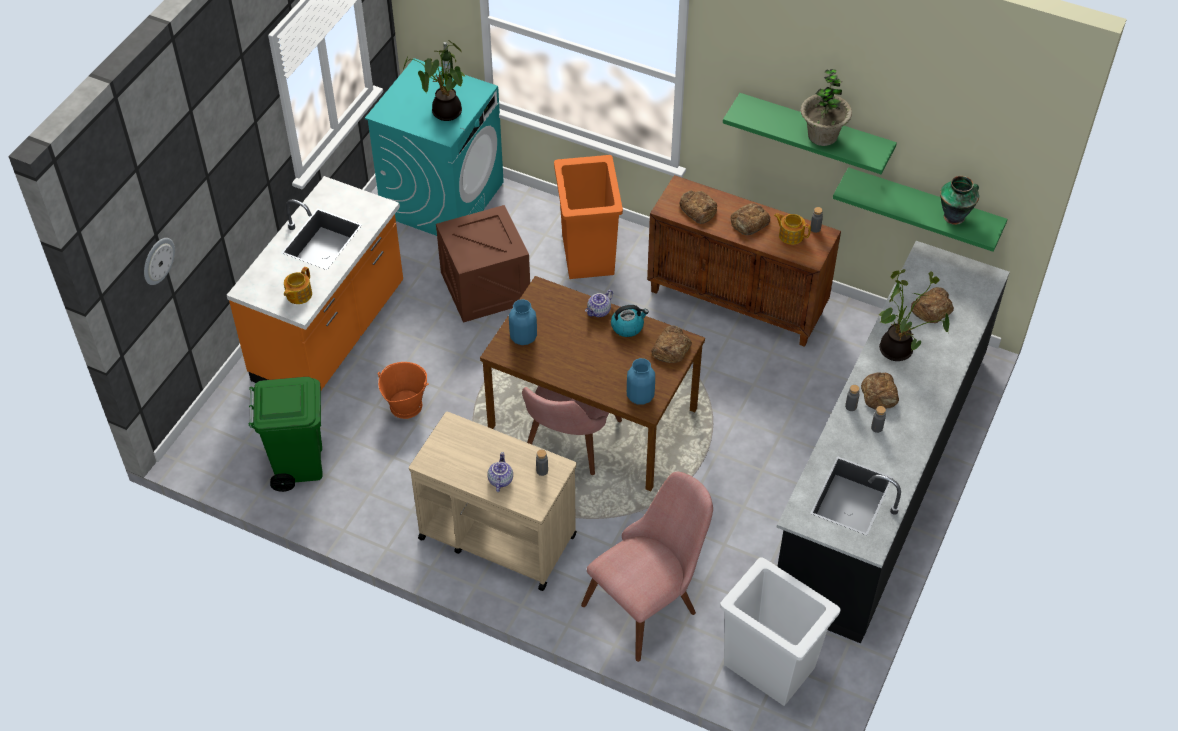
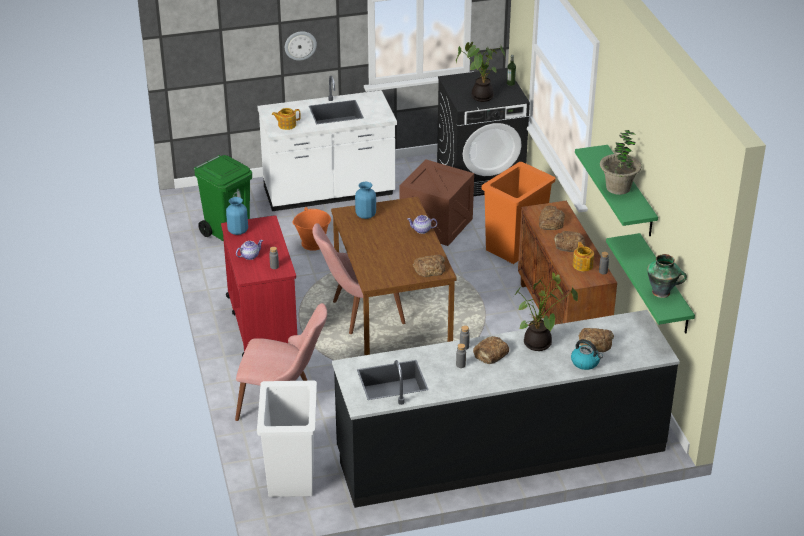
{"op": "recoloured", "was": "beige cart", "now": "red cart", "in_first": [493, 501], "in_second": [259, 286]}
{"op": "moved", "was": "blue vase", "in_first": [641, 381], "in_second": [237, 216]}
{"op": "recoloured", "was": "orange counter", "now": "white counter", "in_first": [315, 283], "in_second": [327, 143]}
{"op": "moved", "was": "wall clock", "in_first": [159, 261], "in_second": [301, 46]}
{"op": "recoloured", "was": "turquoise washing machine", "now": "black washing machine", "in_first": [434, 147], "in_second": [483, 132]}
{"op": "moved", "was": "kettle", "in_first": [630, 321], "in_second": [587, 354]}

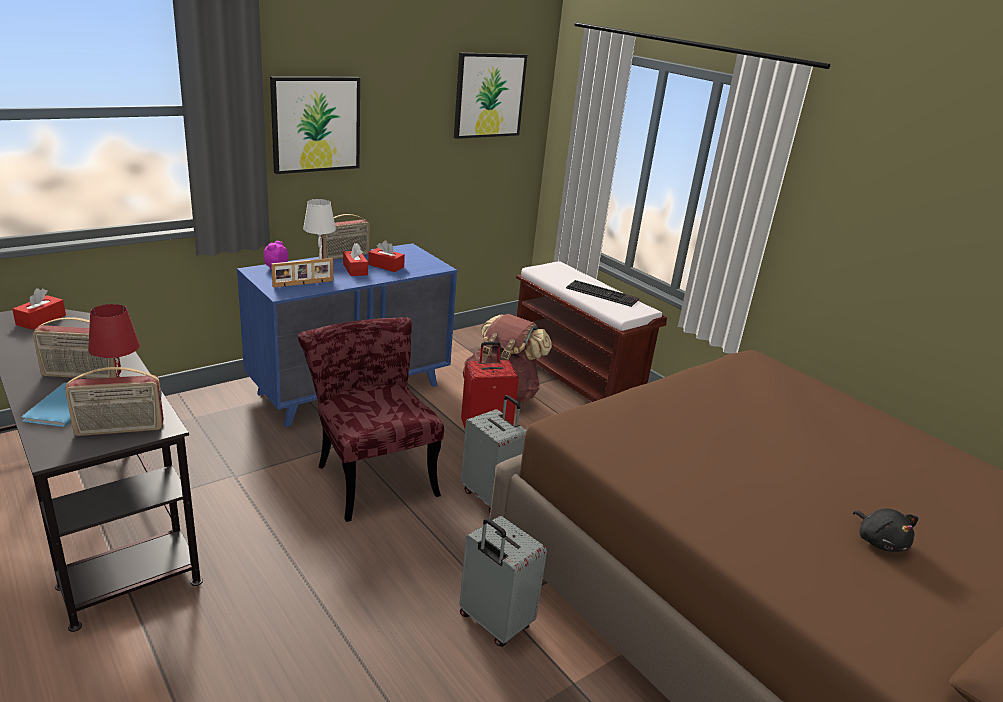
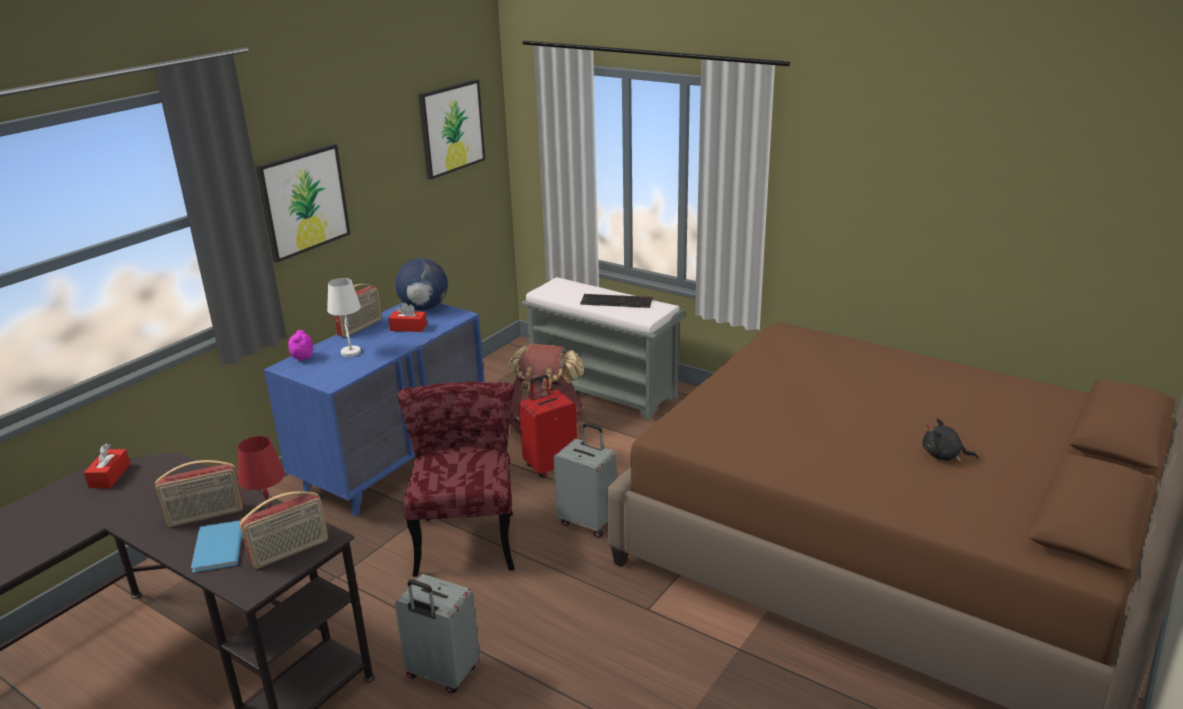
{"op": "added", "now": "globe", "in_second": [421, 284]}
{"op": "moved", "was": "grey suitcase", "in_first": [503, 581], "in_second": [437, 633]}
{"op": "turned", "was": "red chair", "in_first": [371, 419], "in_second": [456, 479], "clockwise": 45}
{"op": "recoloured", "was": "brown bench", "now": "grey bench", "in_first": [591, 331], "in_second": [603, 348]}
{"op": "turned", "was": "black plush toy", "in_first": [885, 530], "in_second": [950, 439], "clockwise": 150}
{"op": "removed", "was": "picture frame", "in_first": [302, 272]}
{"op": "removed", "was": "red tissue box", "in_first": [355, 260]}

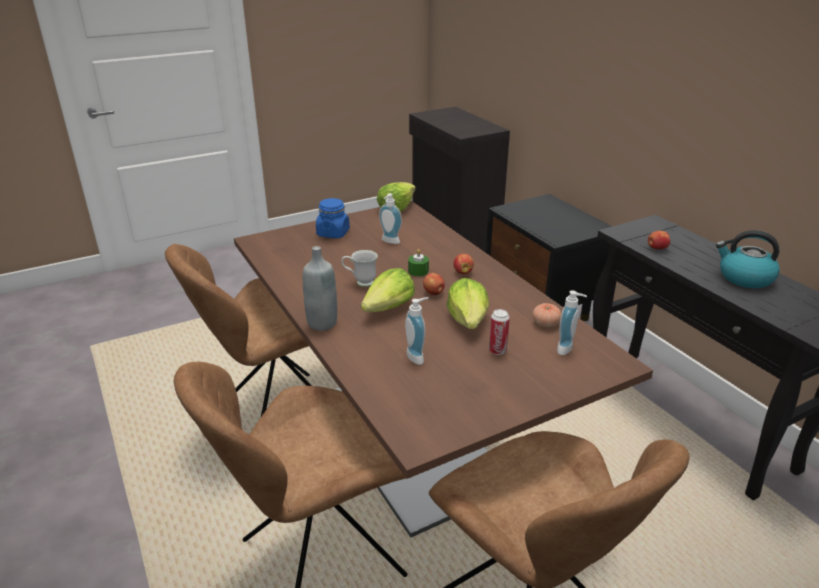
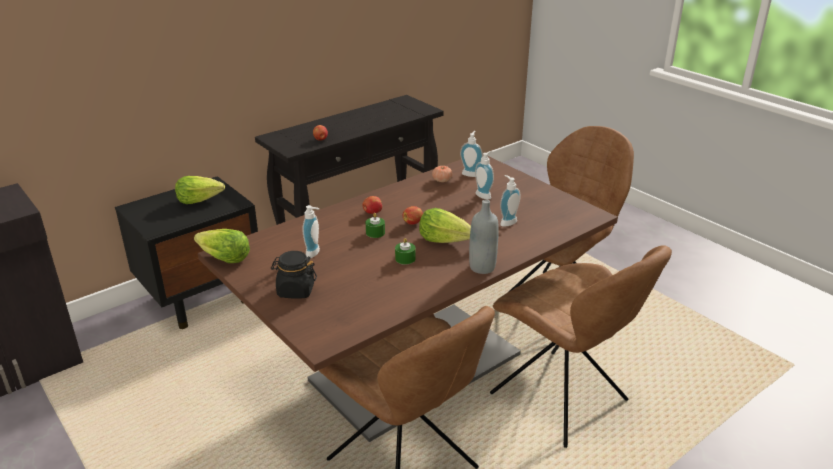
{"op": "moved", "was": "lettuce", "in_first": [468, 303], "in_second": [200, 190]}
{"op": "recoloured", "was": "blue jar", "now": "black jar", "in_first": [333, 218], "in_second": [294, 275]}
{"op": "replaced", "was": "white mug", "now": "green candle", "in_first": [359, 268], "in_second": [405, 251]}
{"op": "replaced", "was": "can", "now": "soap dispenser", "in_first": [499, 332], "in_second": [484, 175]}
{"op": "removed", "was": "kettle", "in_first": [748, 259]}

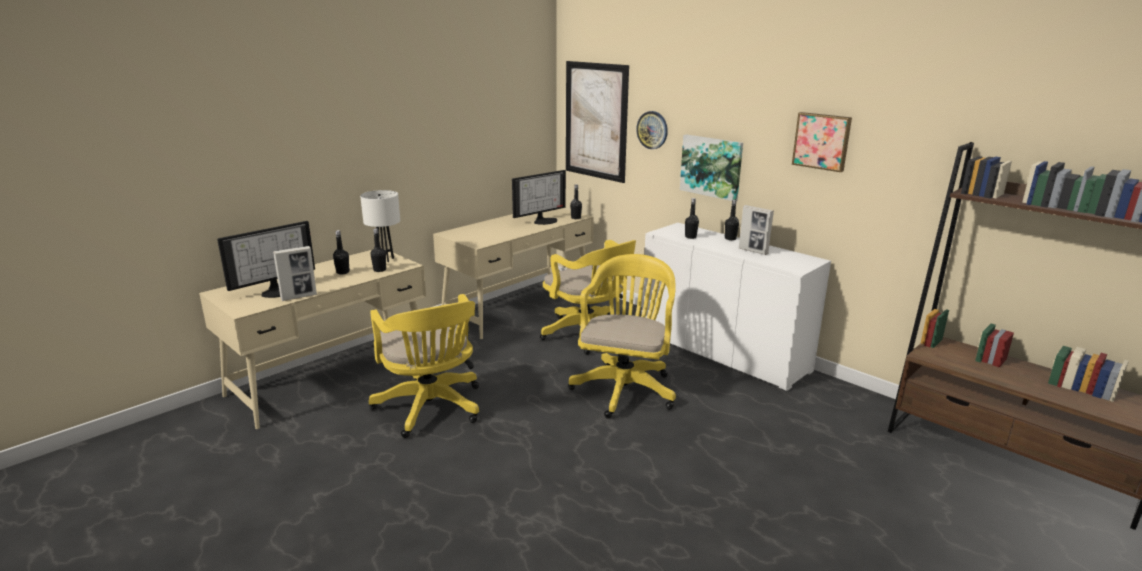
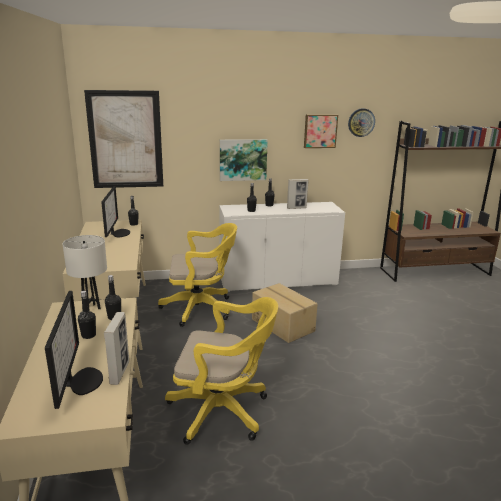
{"op": "replaced", "was": "yellow office chair", "now": "cardboard box", "in_first": [622, 336], "in_second": [285, 313]}
{"op": "moved", "was": "wall clock", "in_first": [652, 130], "in_second": [361, 122]}

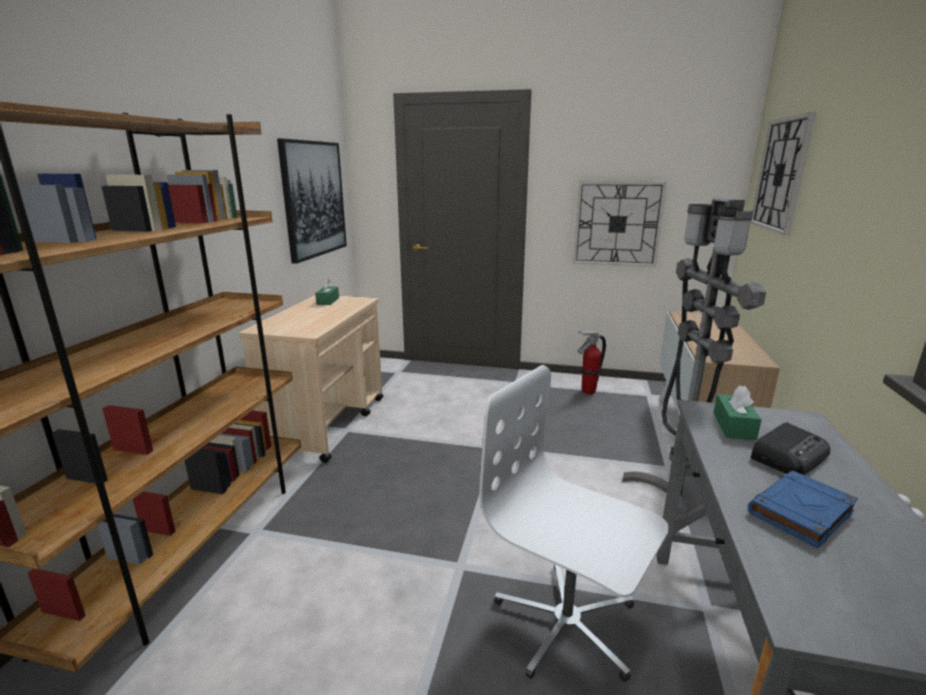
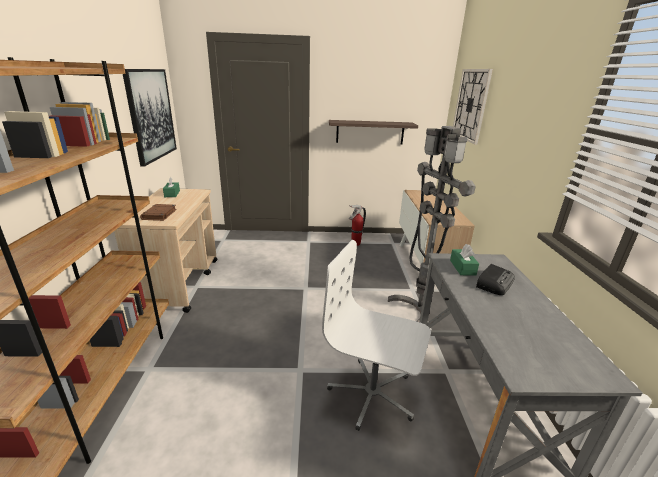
{"op": "added", "now": "brown book", "in_second": [158, 212]}
{"op": "replaced", "was": "wall clock", "now": "shelf", "in_first": [620, 224], "in_second": [373, 132]}
{"op": "removed", "was": "blue book", "in_first": [803, 509]}

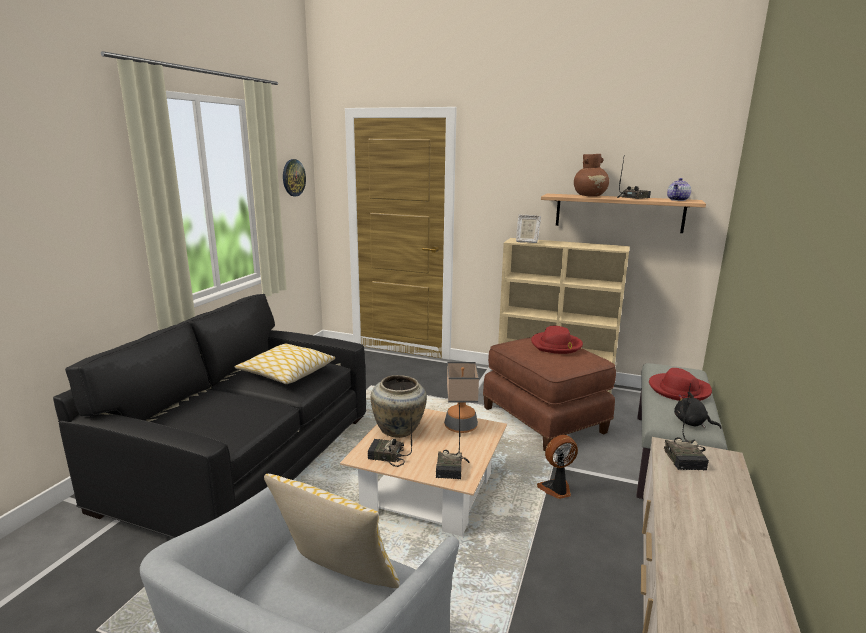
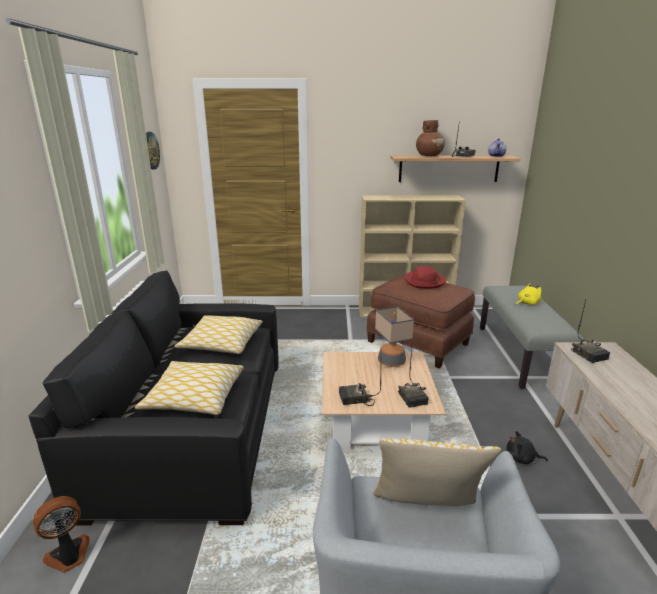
{"op": "moved", "was": "fan", "in_first": [557, 467], "in_second": [61, 534]}
{"op": "added", "now": "pillow", "in_second": [189, 388]}
{"op": "moved", "was": "black plush toy", "in_first": [698, 410], "in_second": [527, 447]}
{"op": "replaced", "was": "red hat", "now": "yellow plush toy", "in_first": [680, 384], "in_second": [528, 294]}
{"op": "removed", "was": "beige vase", "in_first": [399, 406]}
{"op": "removed", "was": "picture frame", "in_first": [528, 229]}

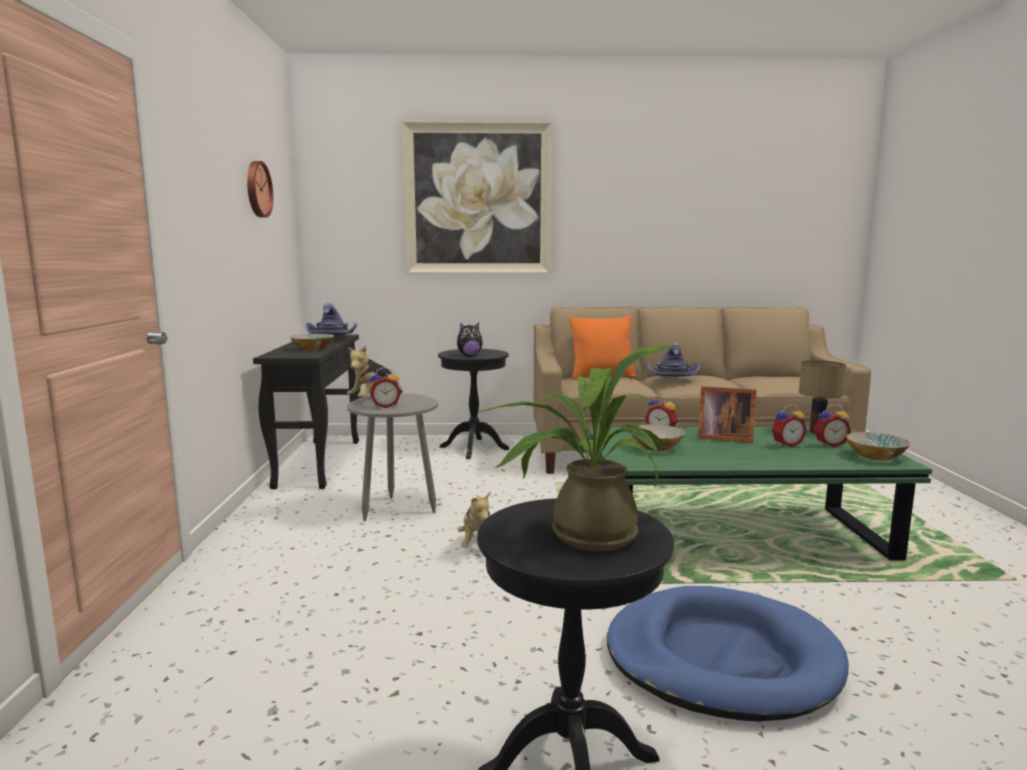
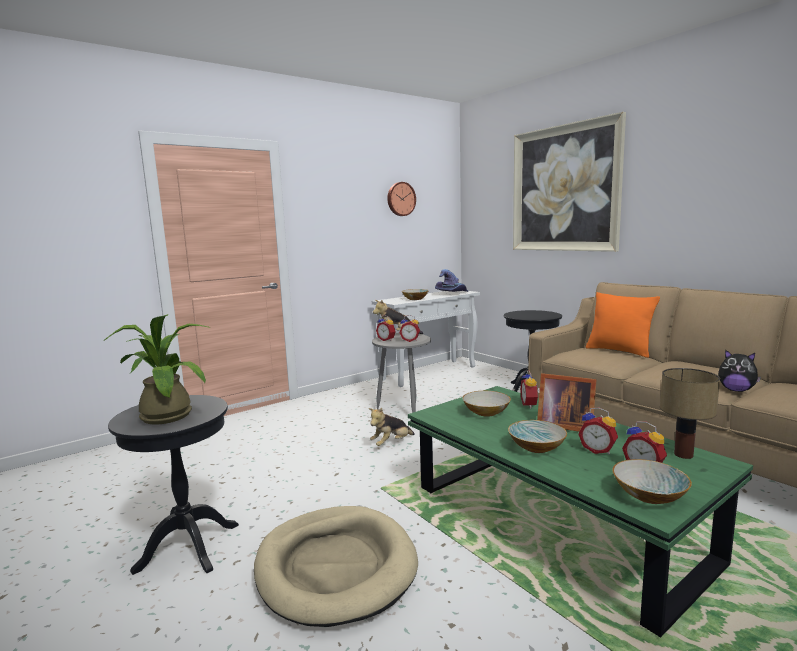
{"op": "recoloured", "was": "blue dog bed", "now": "beige dog bed", "in_first": [728, 654], "in_second": [336, 566]}
{"op": "recoloured", "was": "black console table", "now": "white console table", "in_first": [307, 412], "in_second": [426, 339]}
{"op": "added", "now": "alarm clock", "in_second": [409, 328]}
{"op": "added", "now": "bowl", "in_second": [537, 436]}
{"op": "turned", "was": "picture frame", "in_first": [726, 414], "in_second": [567, 402], "clockwise": -45}
{"op": "moved", "was": "plush toy", "in_first": [470, 339], "in_second": [739, 371]}
{"op": "removed", "was": "purple hat", "in_first": [674, 360]}

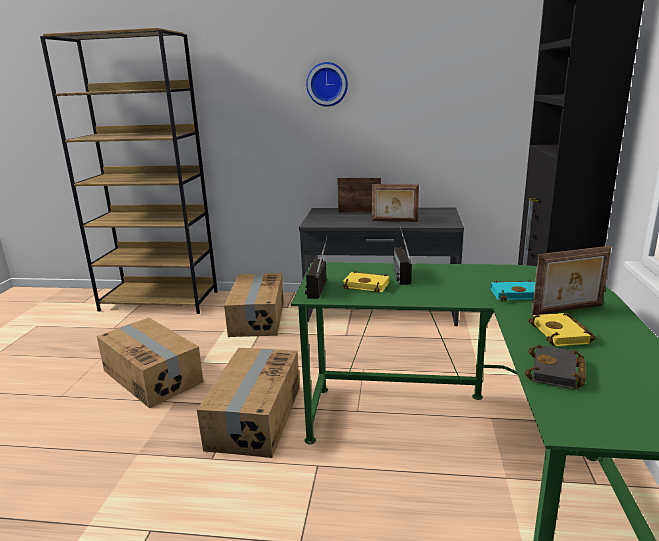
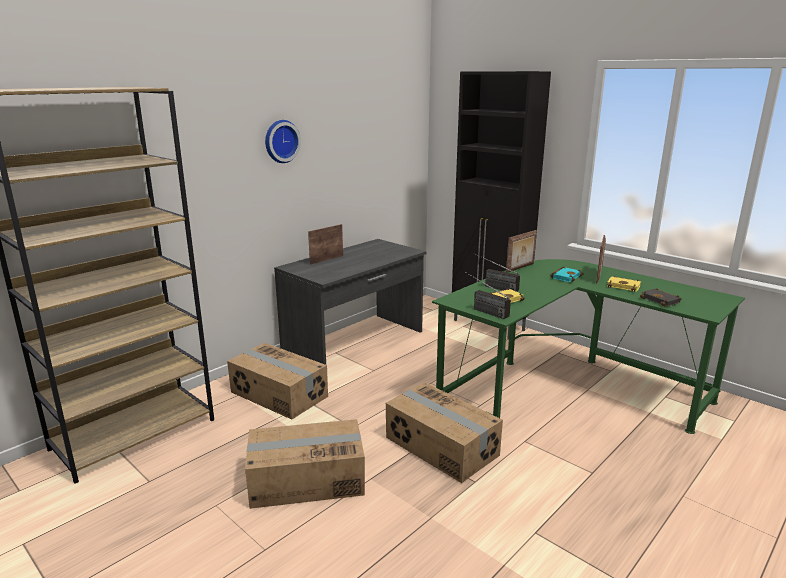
{"op": "moved", "was": "picture frame", "in_first": [395, 203], "in_second": [521, 251]}

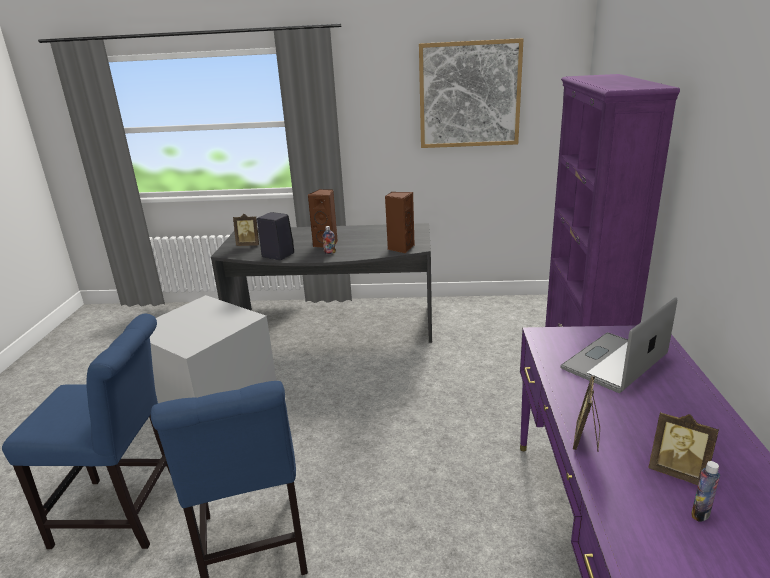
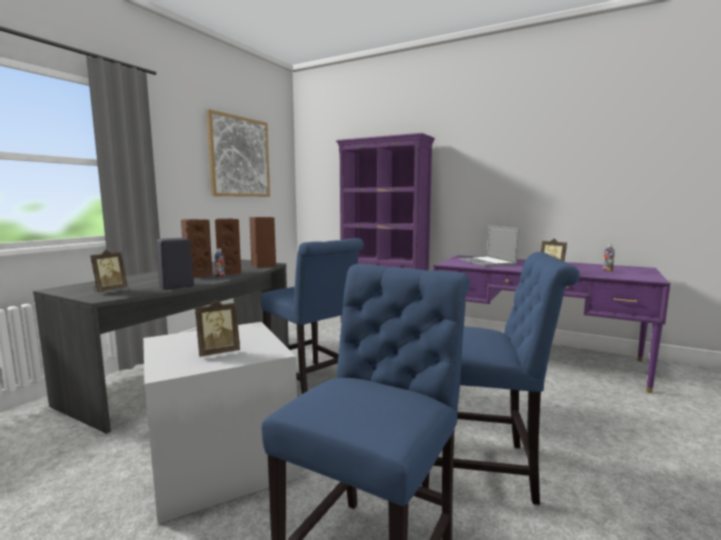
{"op": "moved", "was": "picture frame", "in_first": [683, 448], "in_second": [217, 328]}
{"op": "added", "now": "brown speaker", "in_second": [228, 247]}
{"op": "added", "now": "blue chair", "in_second": [312, 316]}

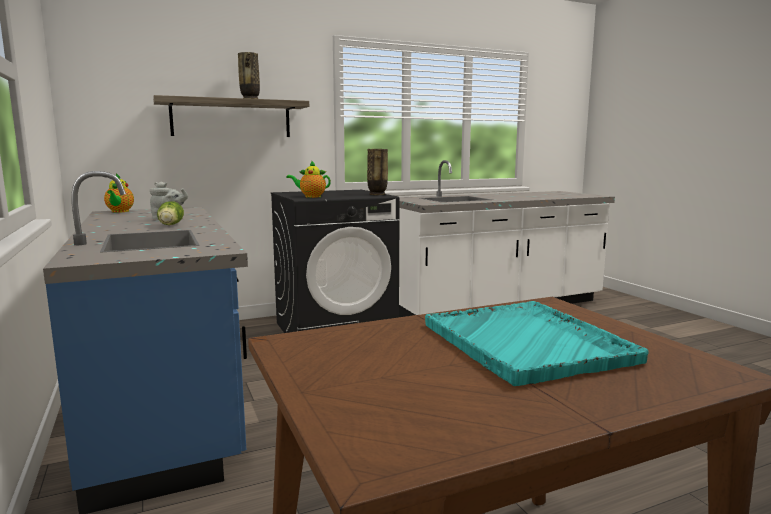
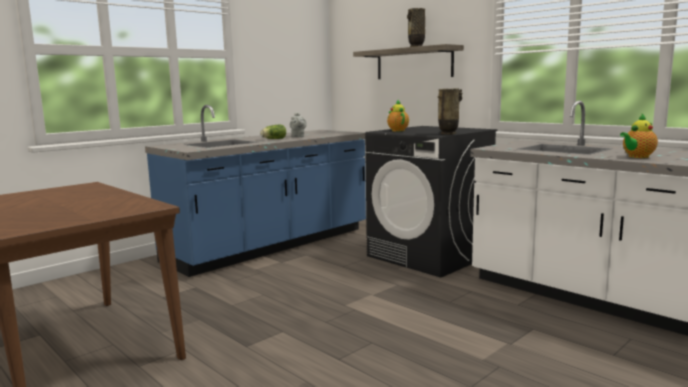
{"op": "moved", "was": "teapot", "in_first": [119, 193], "in_second": [639, 136]}
{"op": "removed", "was": "turquoise tray", "in_first": [537, 343]}

